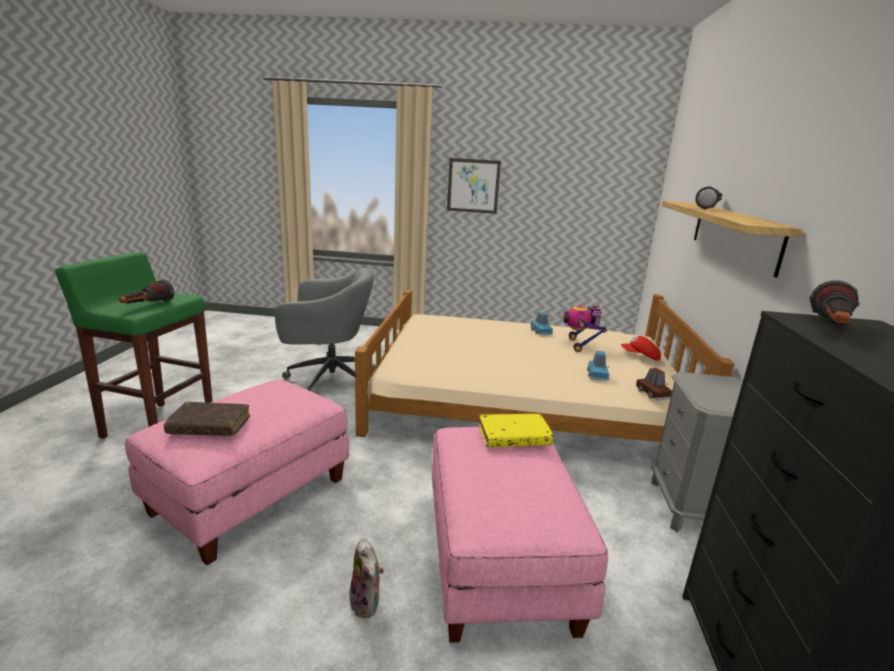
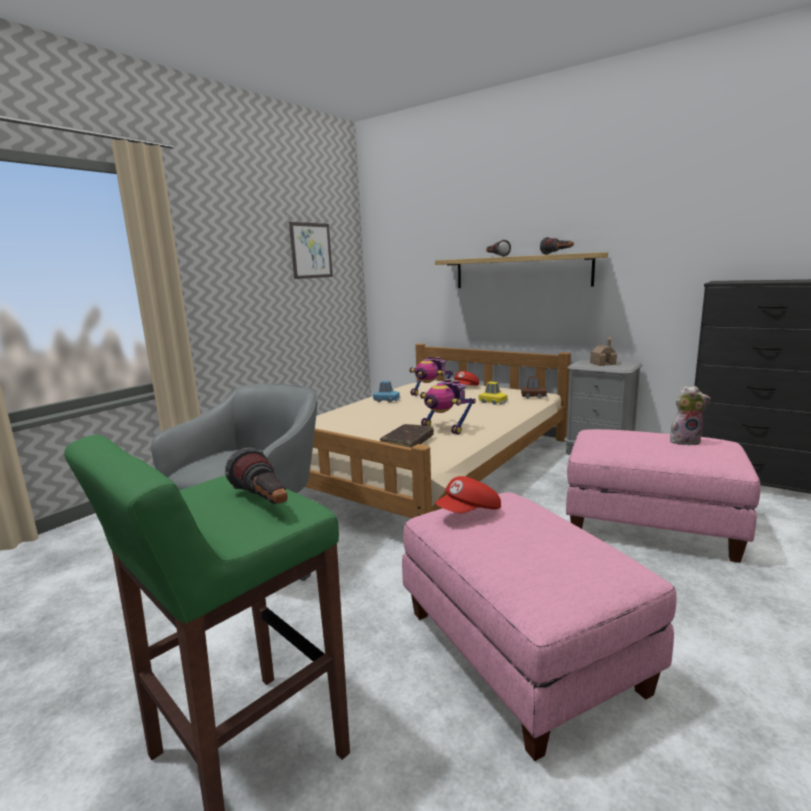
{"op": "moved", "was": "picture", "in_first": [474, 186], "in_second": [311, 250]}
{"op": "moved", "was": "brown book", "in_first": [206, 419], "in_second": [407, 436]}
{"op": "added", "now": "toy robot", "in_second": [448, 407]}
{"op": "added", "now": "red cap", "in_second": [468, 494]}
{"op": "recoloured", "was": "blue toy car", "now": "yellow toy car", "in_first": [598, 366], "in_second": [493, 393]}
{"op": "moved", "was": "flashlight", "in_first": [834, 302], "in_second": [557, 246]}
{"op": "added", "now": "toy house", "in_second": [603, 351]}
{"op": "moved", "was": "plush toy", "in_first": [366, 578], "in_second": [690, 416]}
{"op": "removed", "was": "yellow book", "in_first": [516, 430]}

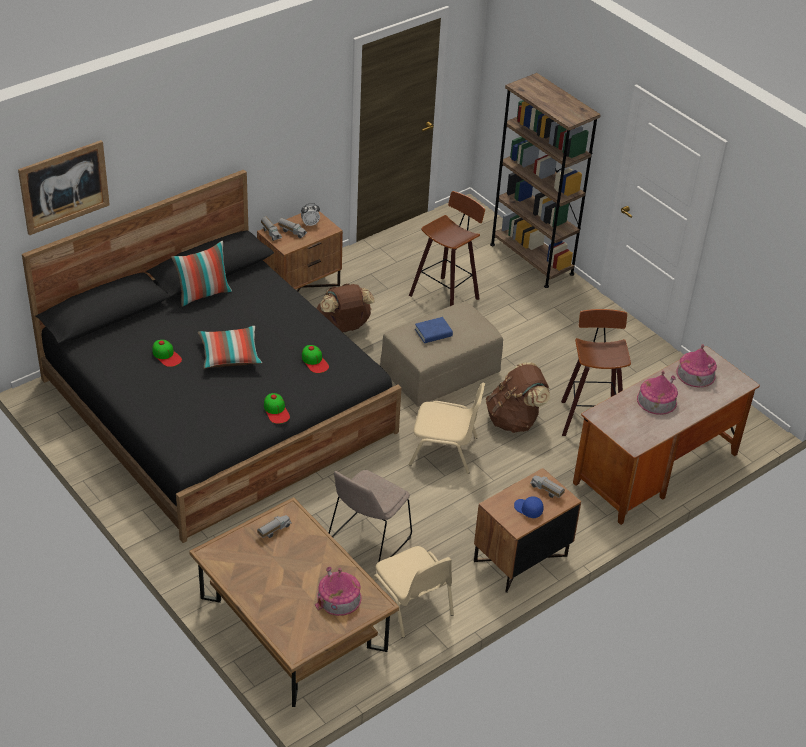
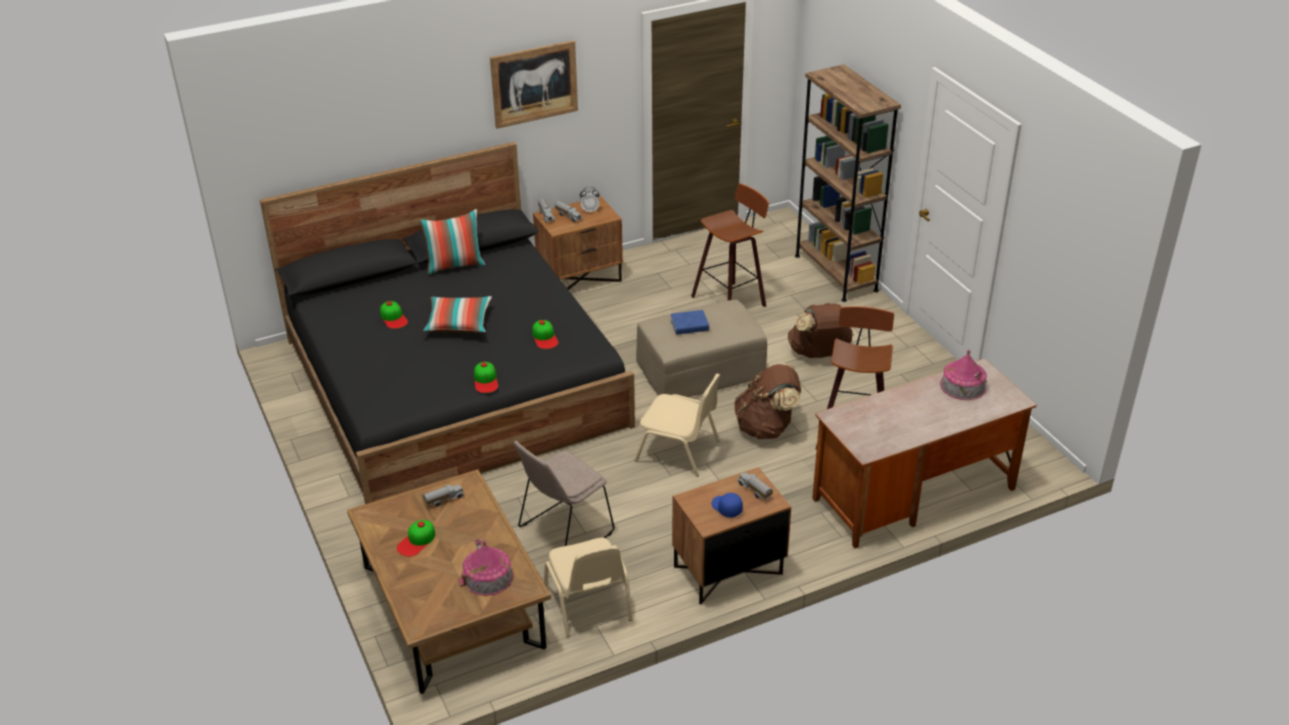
{"op": "added", "now": "cap", "in_second": [416, 538]}
{"op": "moved", "was": "picture", "in_first": [64, 187], "in_second": [534, 84]}
{"op": "moved", "was": "brown backpack", "in_first": [346, 307], "in_second": [821, 330]}
{"op": "removed", "was": "toy house", "in_first": [657, 393]}

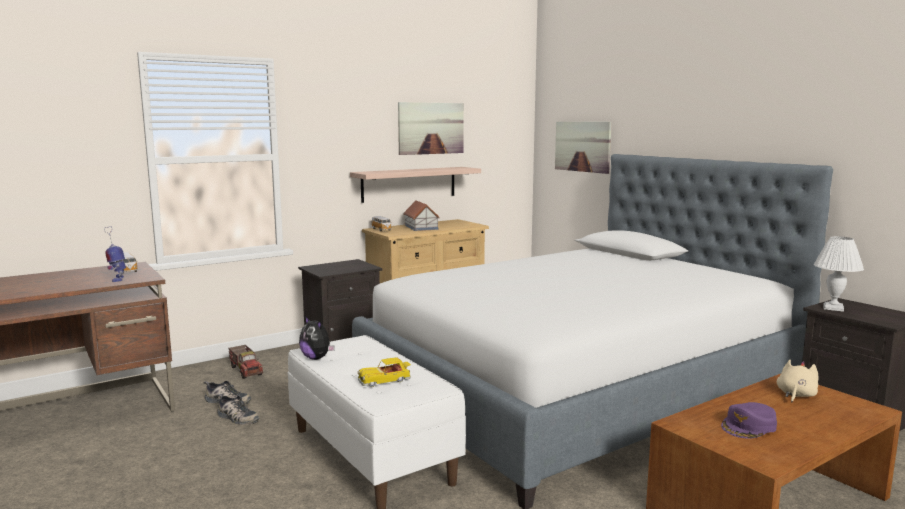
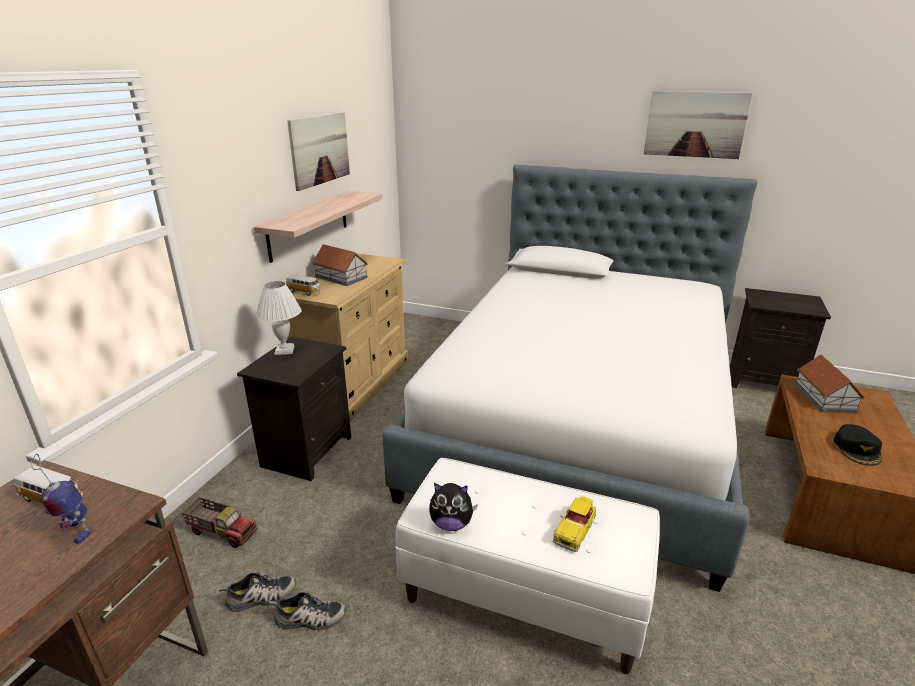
{"op": "moved", "was": "white table lamp", "in_first": [839, 274], "in_second": [278, 318]}
{"op": "moved", "was": "picture", "in_first": [583, 148], "in_second": [698, 125]}
{"op": "replaced", "was": "beige plush toy", "now": "toy house", "in_first": [798, 381], "in_second": [830, 384]}
{"op": "recoloured", "was": "purple cap", "now": "black cap", "in_first": [749, 420], "in_second": [858, 445]}

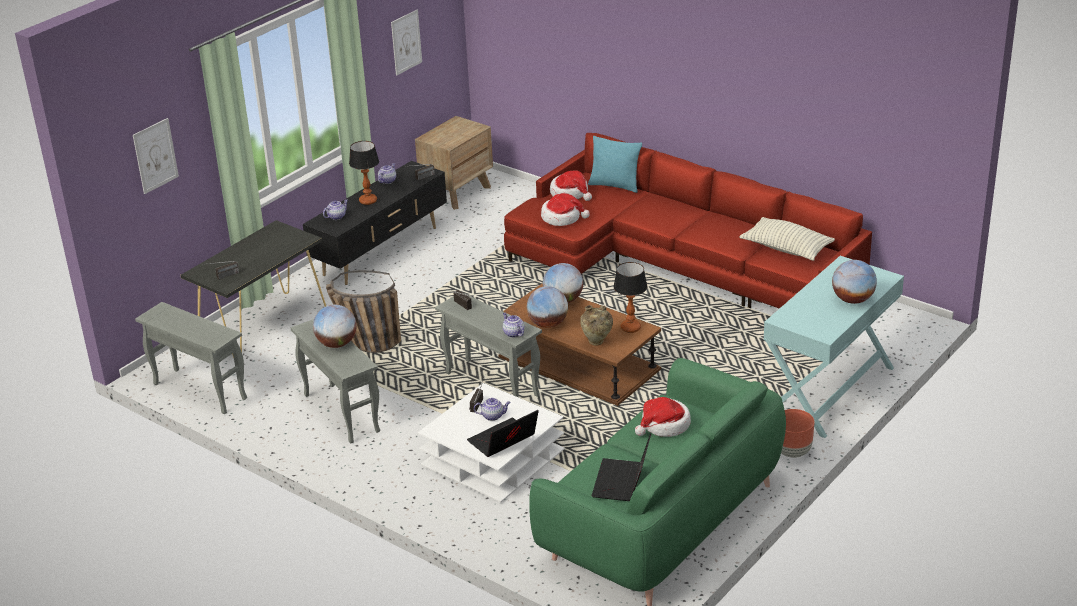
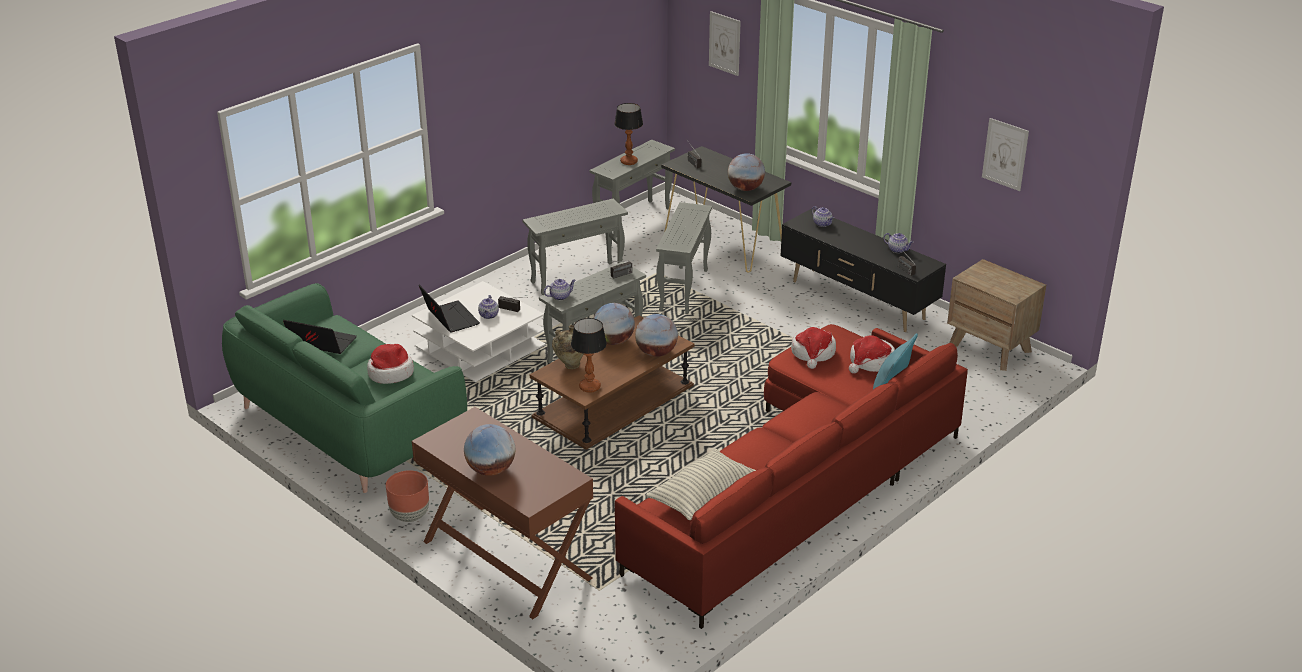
{"op": "recoloured", "was": "turquoise console table", "now": "brown console table", "in_first": [834, 347], "in_second": [502, 513]}
{"op": "moved", "was": "table lamp", "in_first": [364, 173], "in_second": [628, 134]}
{"op": "replaced", "was": "basket", "now": "grey side table", "in_first": [363, 312], "in_second": [684, 258]}
{"op": "moved", "was": "globe", "in_first": [335, 326], "in_second": [746, 172]}

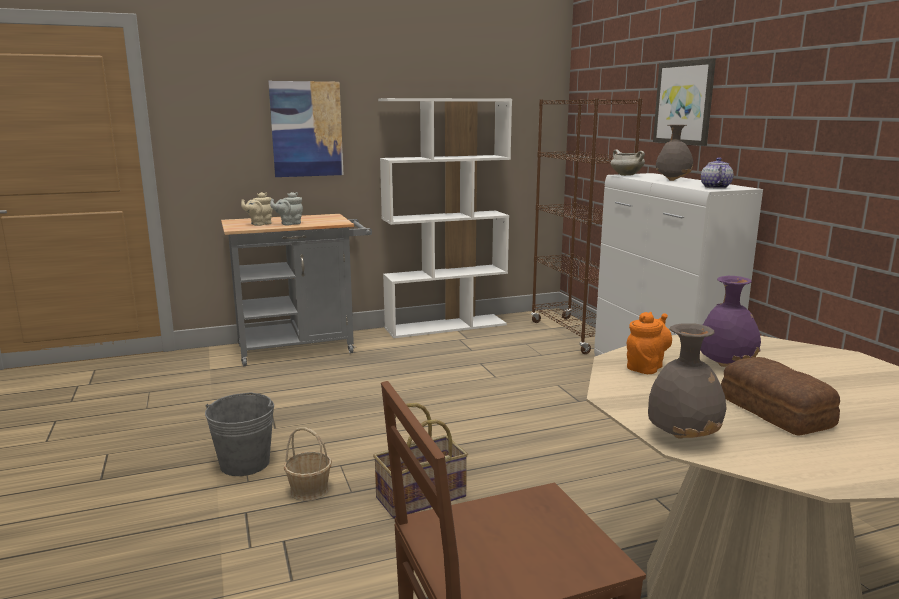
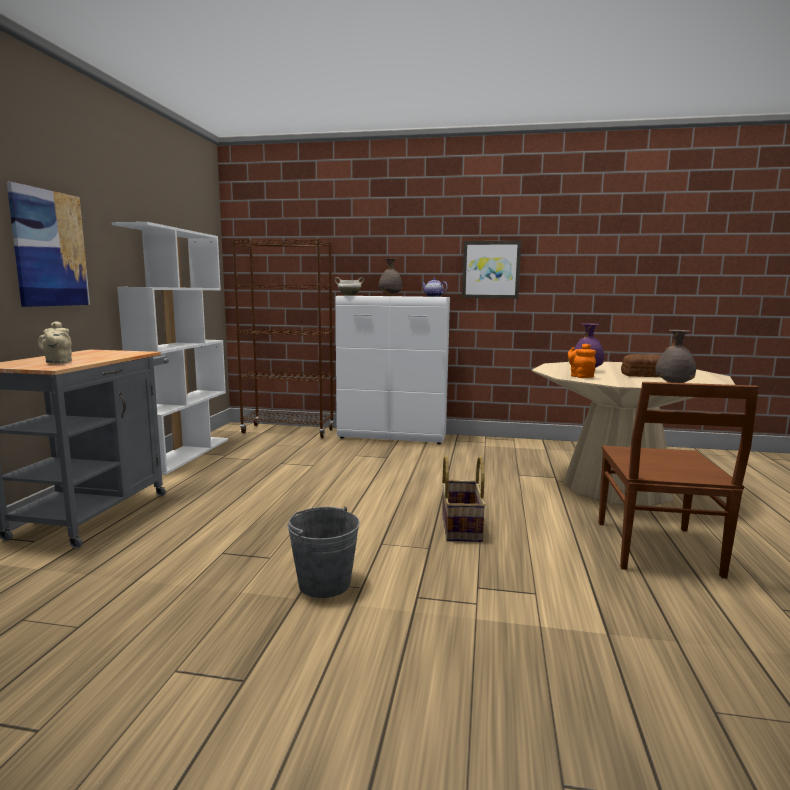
{"op": "moved", "was": "picture", "in_first": [684, 102], "in_second": [491, 269]}
{"op": "removed", "was": "grey teapot", "in_first": [286, 208]}
{"op": "removed", "was": "basket", "in_first": [308, 464]}

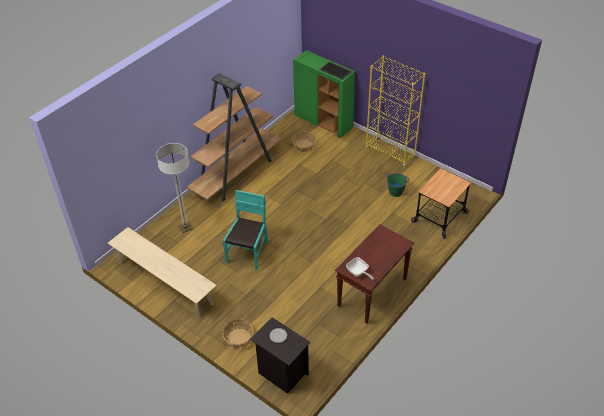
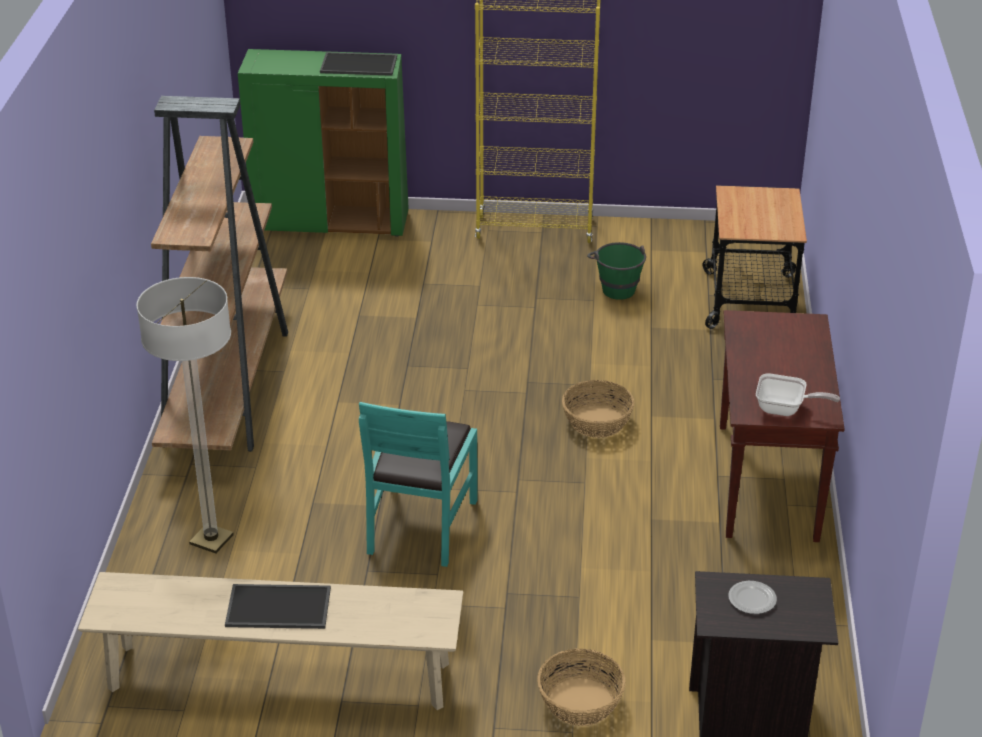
{"op": "added", "now": "tray", "in_second": [278, 606]}
{"op": "turned", "was": "turquoise chair", "in_first": [245, 230], "in_second": [418, 484], "clockwise": -150}
{"op": "moved", "was": "basket", "in_first": [304, 141], "in_second": [598, 409]}

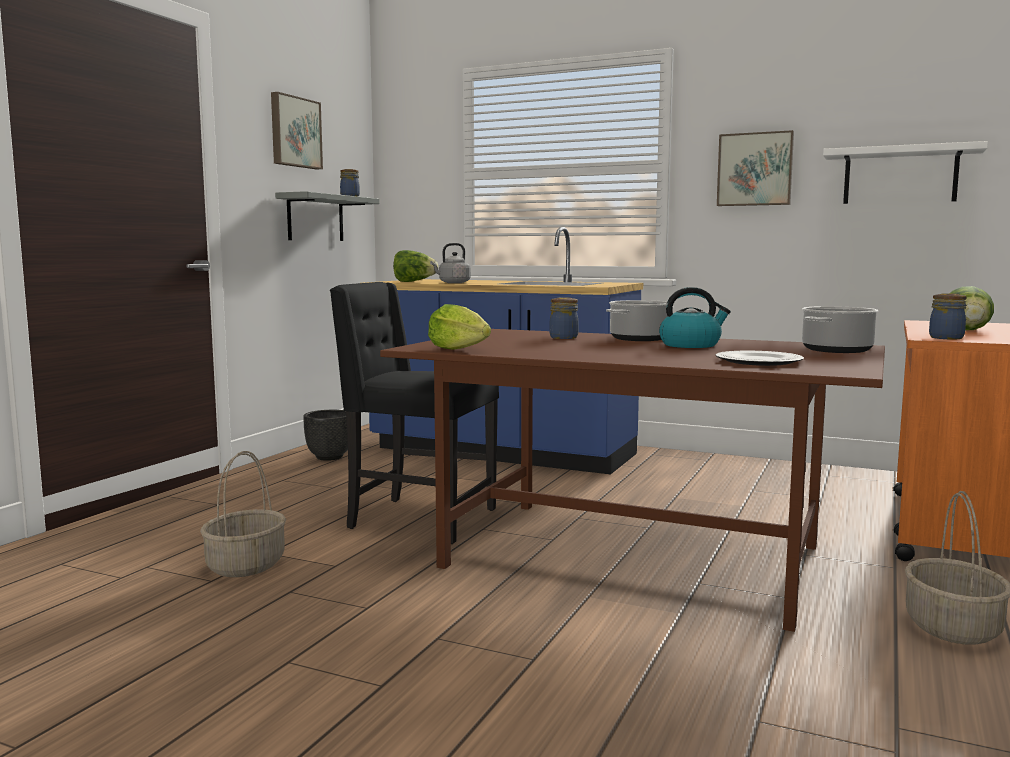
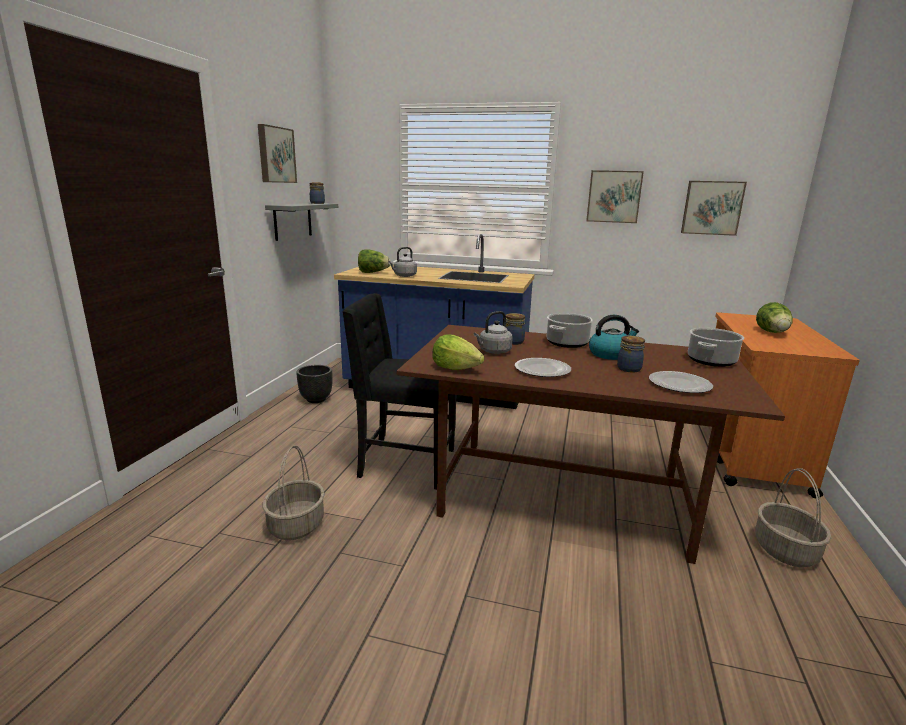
{"op": "added", "now": "grey kettle", "in_second": [493, 332]}
{"op": "added", "now": "plate", "in_second": [543, 367]}
{"op": "moved", "was": "jar", "in_first": [948, 316], "in_second": [631, 354]}
{"op": "replaced", "was": "white shelf", "now": "picture", "in_first": [905, 172], "in_second": [714, 208]}

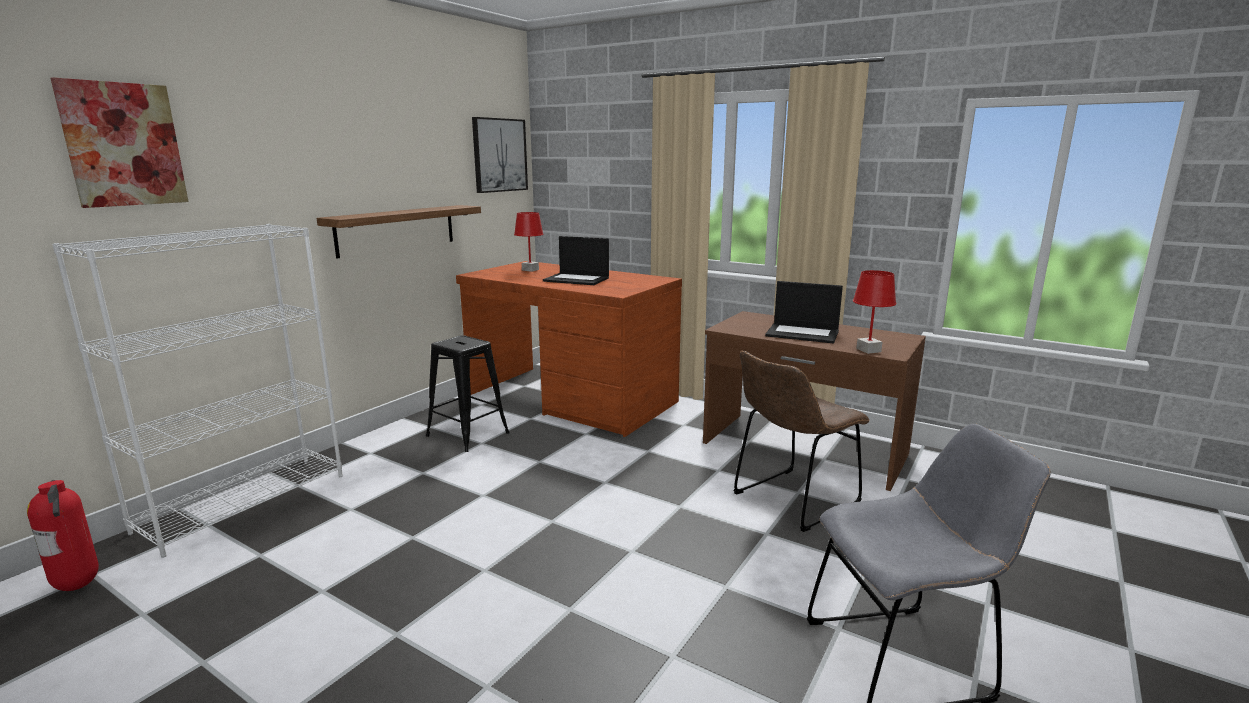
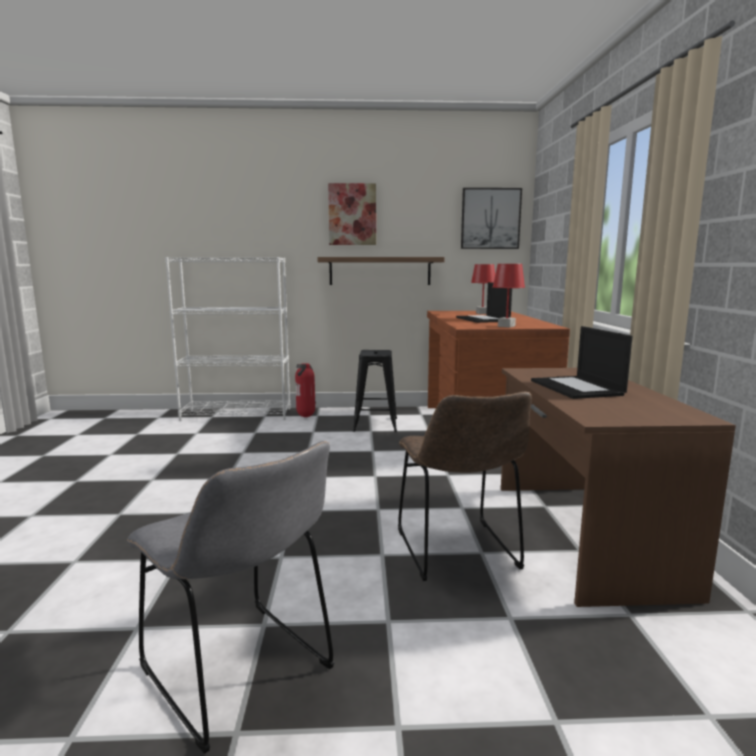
{"op": "moved", "was": "fire extinguisher", "in_first": [63, 535], "in_second": [305, 390]}
{"op": "moved", "was": "picture", "in_first": [119, 142], "in_second": [352, 214]}
{"op": "turned", "was": "brown chair", "in_first": [801, 441], "in_second": [465, 486], "clockwise": -120}
{"op": "moved", "was": "red table lamp", "in_first": [874, 312], "in_second": [508, 296]}

